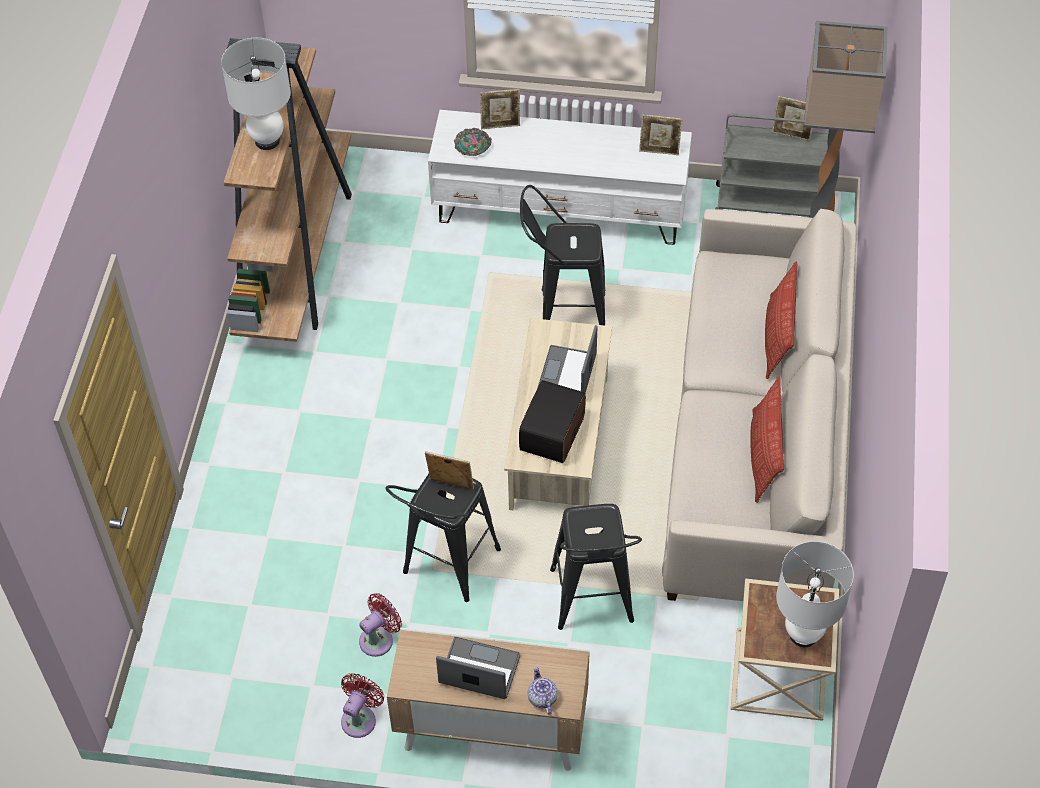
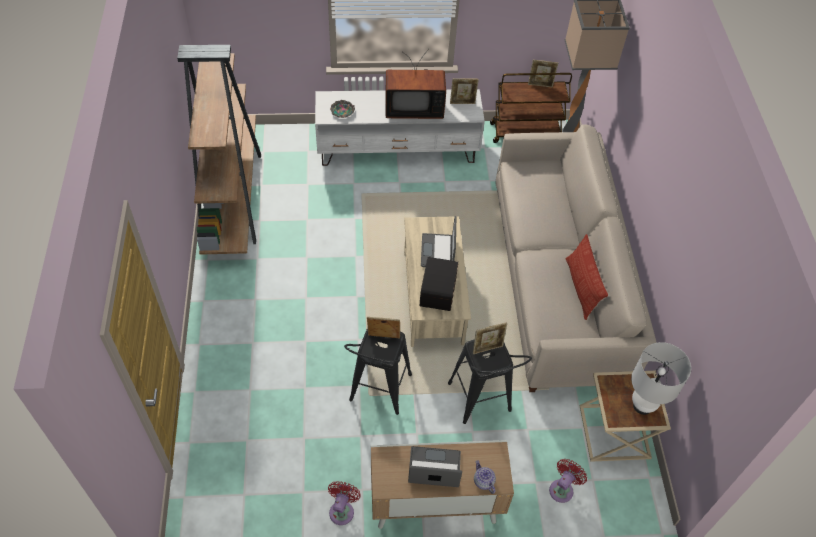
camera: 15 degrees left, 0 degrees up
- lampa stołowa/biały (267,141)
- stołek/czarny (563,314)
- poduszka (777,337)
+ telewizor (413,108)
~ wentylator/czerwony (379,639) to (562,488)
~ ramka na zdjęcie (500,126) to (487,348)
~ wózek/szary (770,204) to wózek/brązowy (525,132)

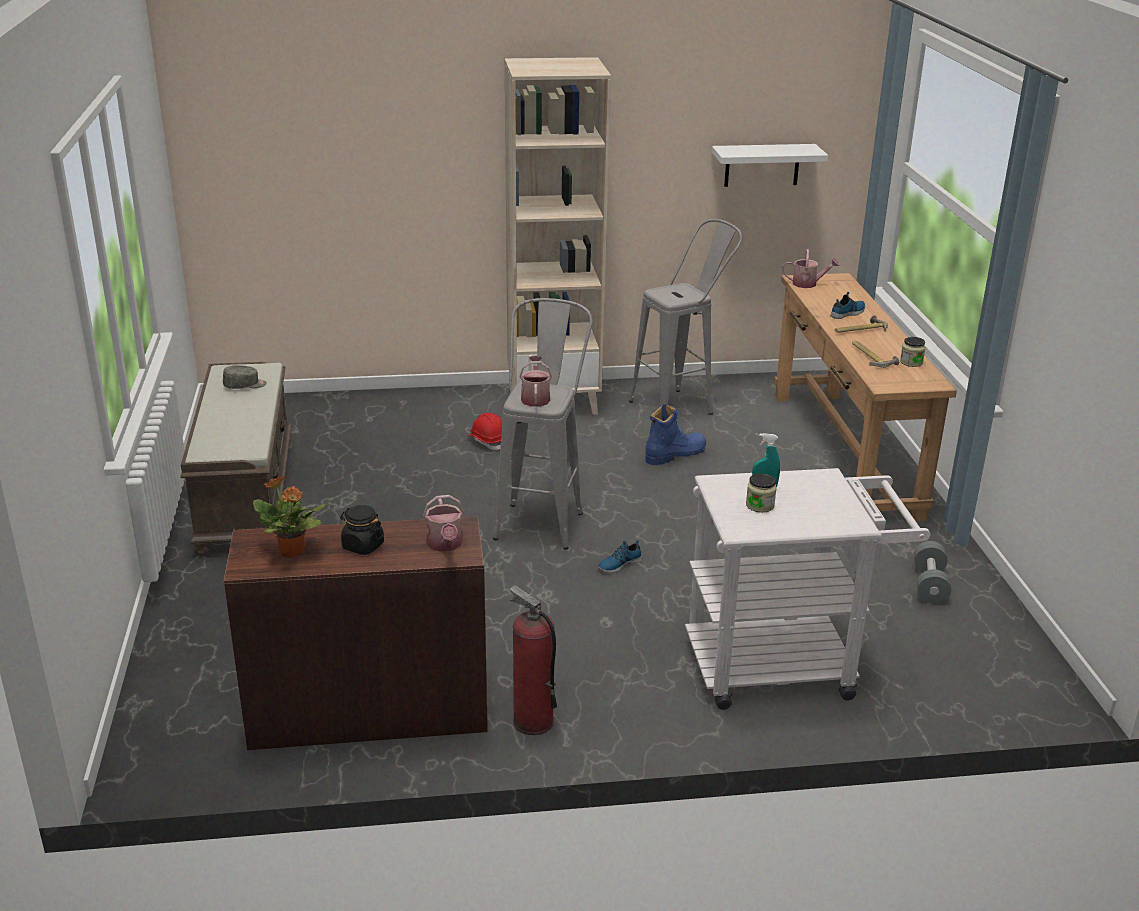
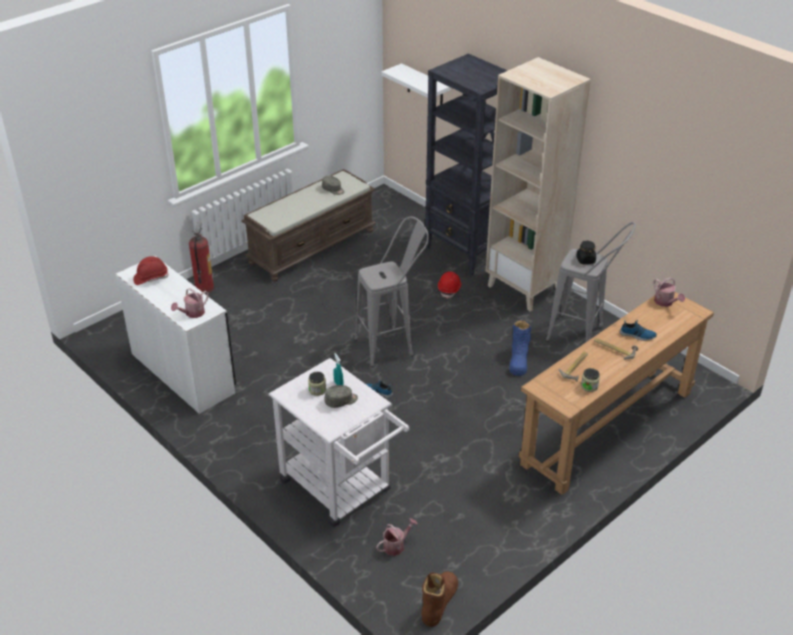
camera: 55 degrees right, 10 degrees up
- hantel/szary (929,585)
+ czapka z daszkiem/szary (341,401)
+ but z cholewką/brązowy (439,601)
+ regał/czarny (466,252)
~ słoik/czarny (362,546) to (585,260)
~ gaśnica (532,721) to (204,288)
~ konewka (535,398) to (396,545)
~ półka/biały (762,165) to (425,87)
~ roślina doniczkowa (292,551) to kask/czerwony (151,278)
~ biurko/brązowy (368,711) to biurko/biały (184,372)
~ but z cholewką/niebieski (675,454) = (518,360) 75 degrees clockwise

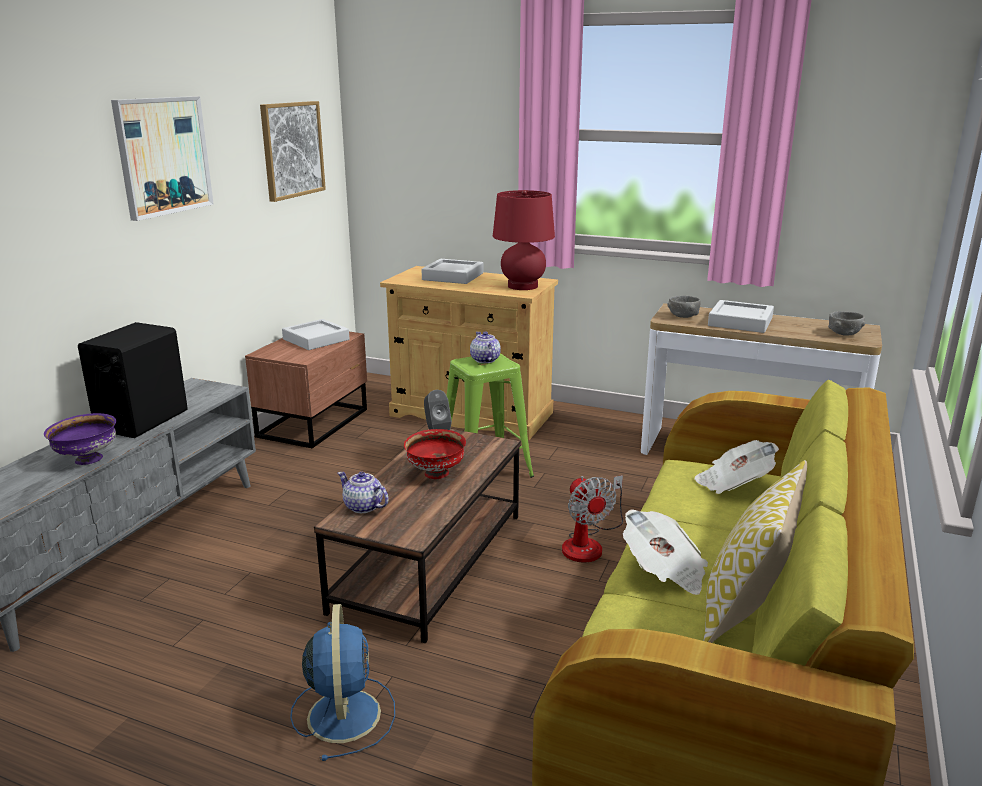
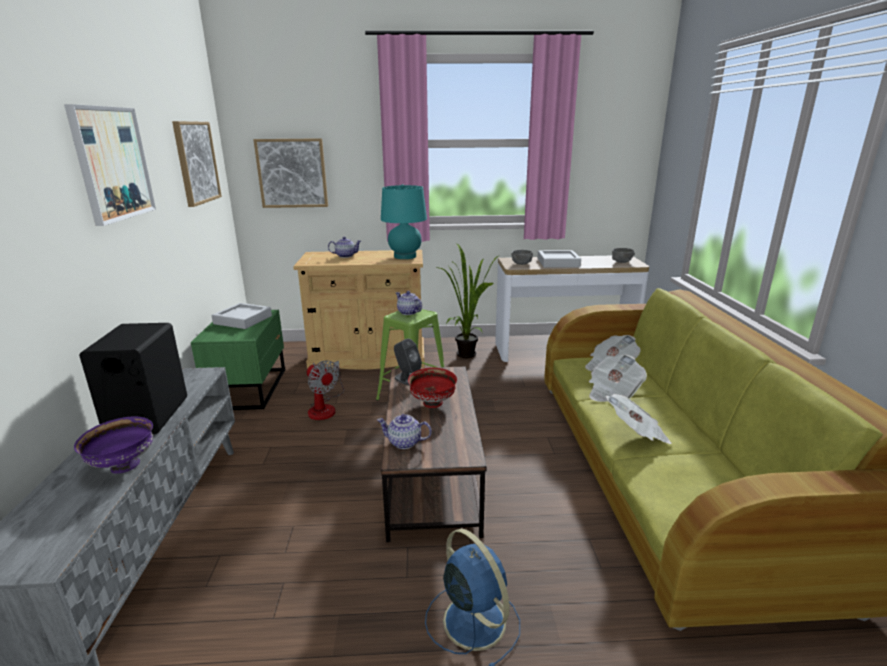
camera: 25 degrees left, 0 degrees up
- poduszka (747,610)
+ obraz (292,173)
+ roślina doniczkowa (467,353)
+ gazeta (612,392)
~ wentylator (588,543) to (325,407)
~ taca/szary (453,276) to imbryk (345,256)
~ szafka nocna/brązowy (316,423) to szafka nocna/zielony (250,388)
~ lampa stołowa/czerwony (522,286) to lampa stołowa/turkusowy (405,256)

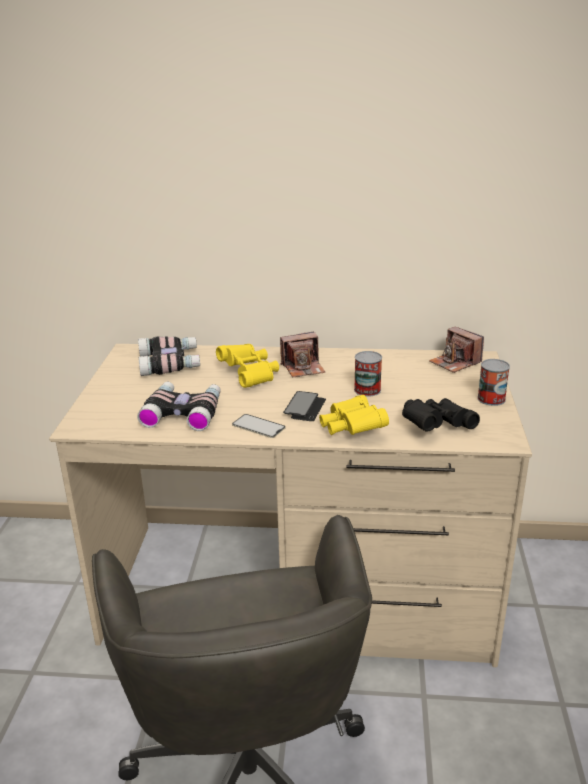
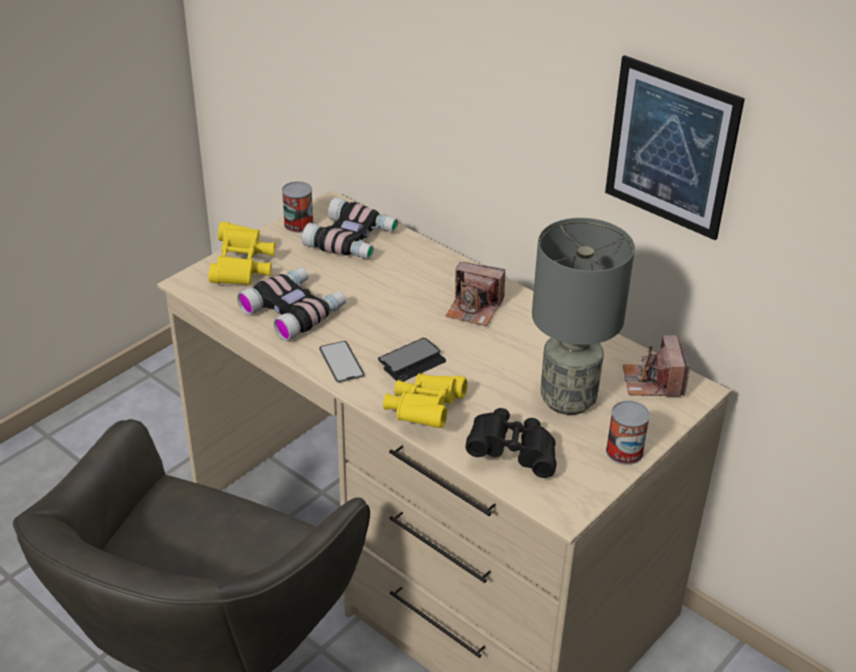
camera: 35 degrees right, 10 degrees up
+ lampa stołowa/szary (567,400)
+ obraz (671,147)
~ lornetka/żółty (250,375) to (242,268)
~ puszka (367,390) to (299,224)

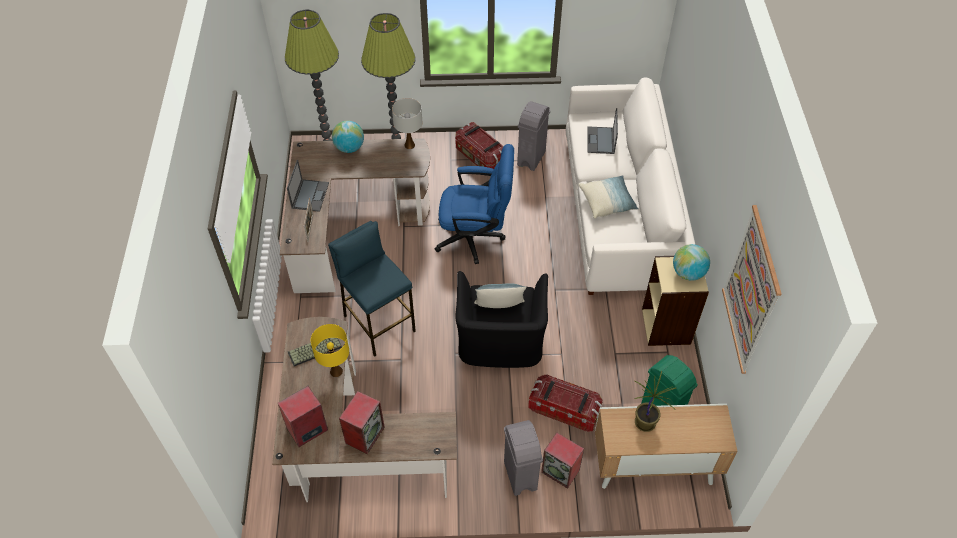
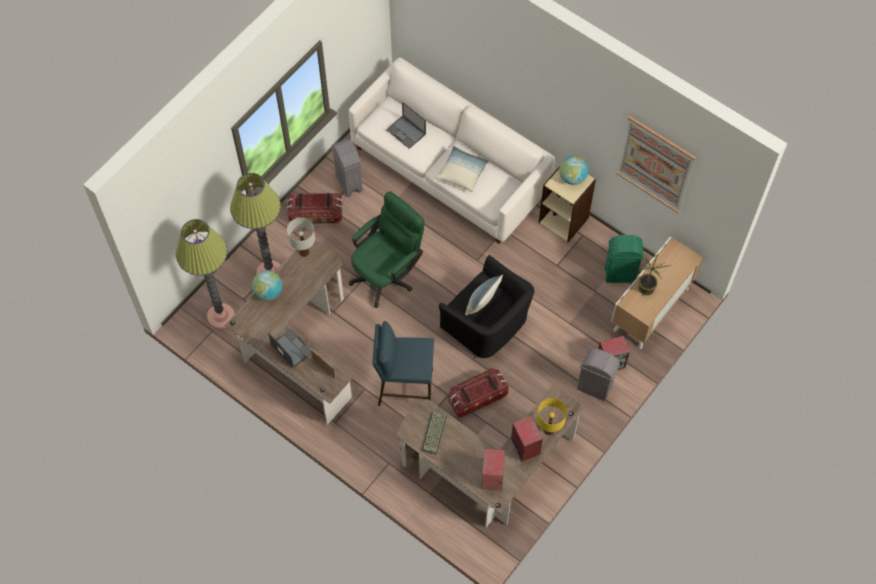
camera: 50 degrees left, 10 degrees up
~ lampa stołowa/żółty (336,371) to (548,430)
~ pojemnik do przechowywania (564,409) to (477,397)
~ krzesło biurowe/niebieski (475,238) to krzesło biurowe/zielony (387,274)

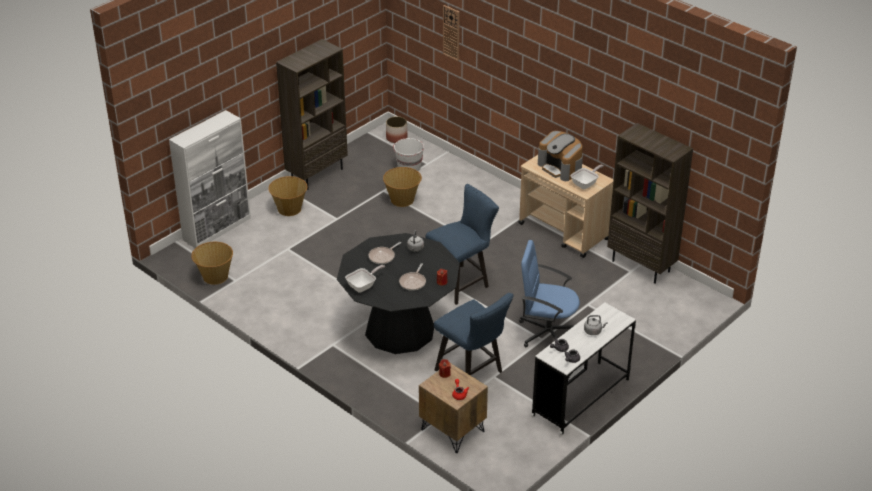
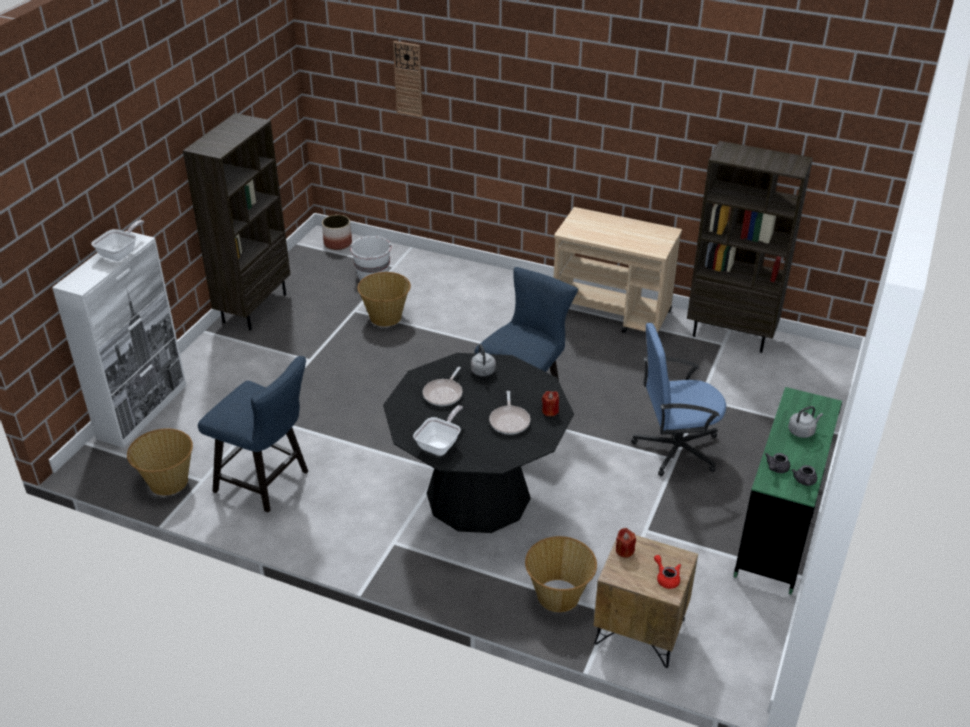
camera: 20 degrees left, 0 degrees up
- ekspres do kawy (560,168)
~ koszyk (289,209) to (558,596)
~ krzesło/niebieski (472,373) to (267,483)
~ patelnia (586,184) to (121,253)
~ biurko/biały (581,398) to biurko/zielony (778,530)

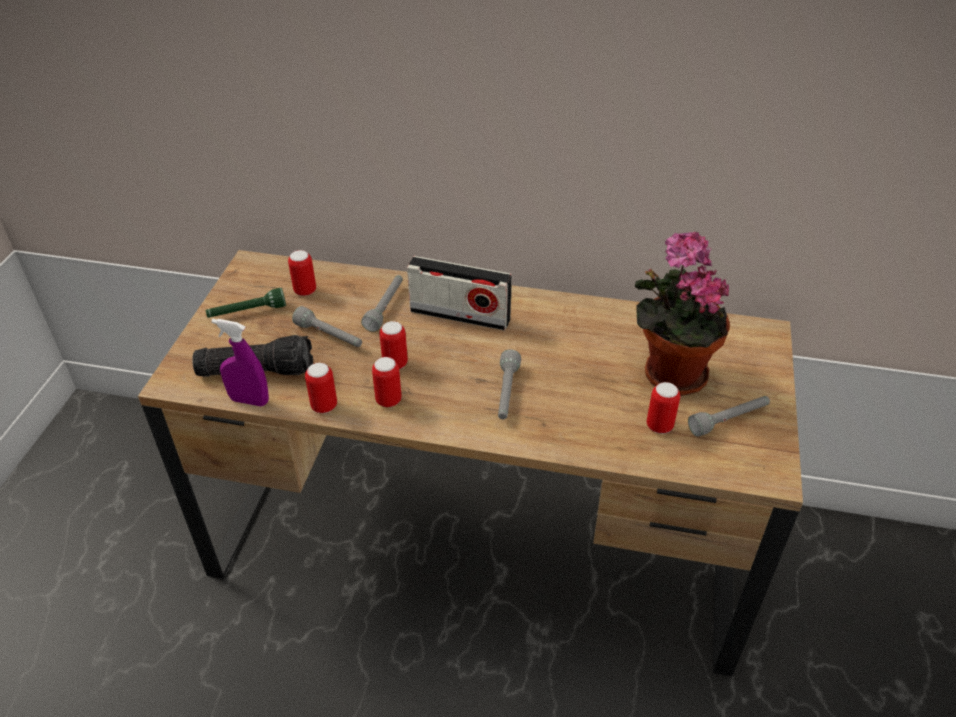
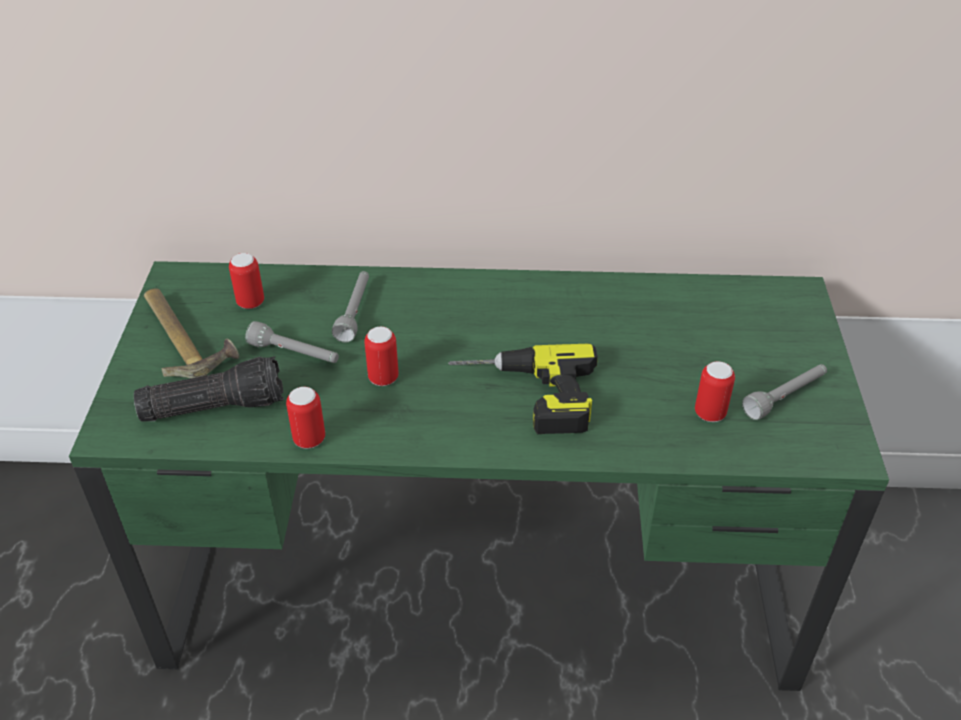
camera: 10 degrees left, 0 degrees up
- spryskiwacz/fioletowy (249,400)
- puszka (388,400)
- radio (460,315)
- roślina doniczkowa (669,372)
~ latarka/zielony (247,312) to młotek (184,336)
~ latarka/szary (506,393) to wiertarka (525,397)
~ biurko/brązowy (478,538) to biurko/zielony (480,575)

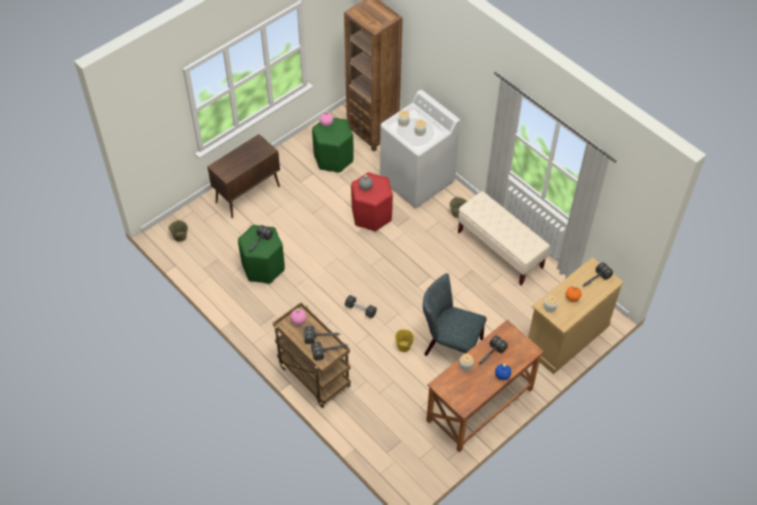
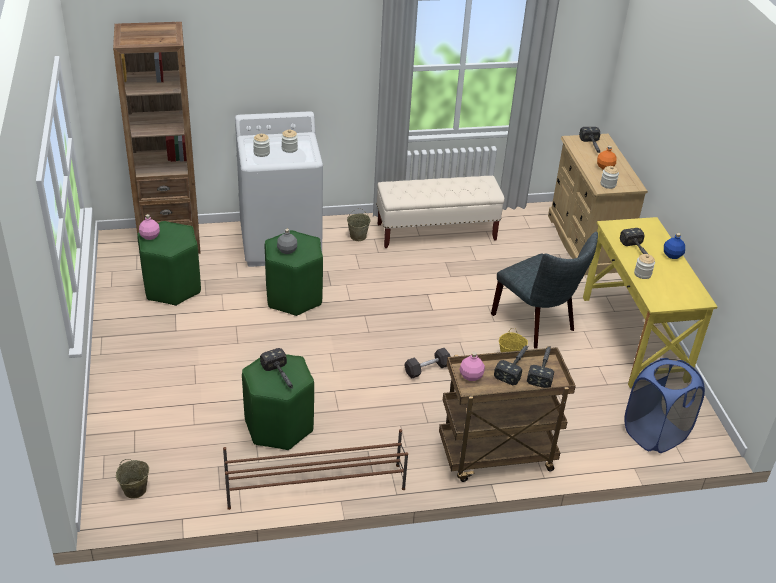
camera: 60 degrees left, 15 degrees down
- szafka/brązowy (248,194)
+ regał na buty/brązowy (314,486)
+ kosz na pranie/niebieski (655,434)
~ stołek/czerwony (372,215) to stołek/zielony (294,297)
~ biurko/brązowy (480,405) to biurko/żółty (634,338)
~ krzesło/szary (449,346) = (537,324) 90 degrees counterclockwise

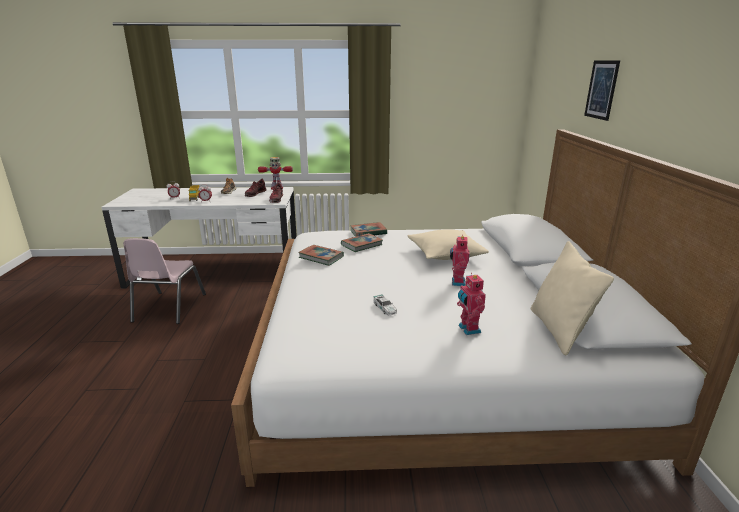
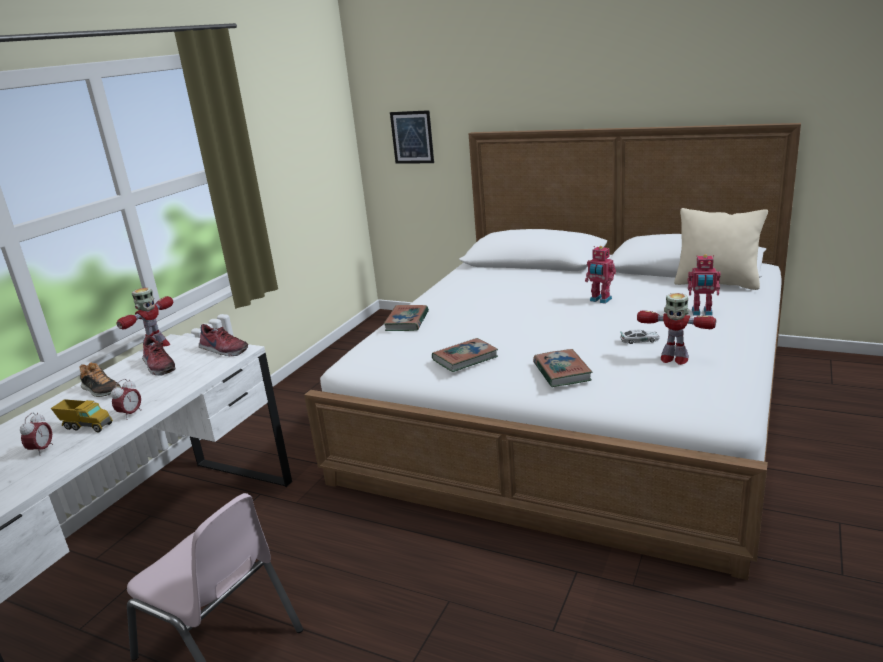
camera: 60 degrees left, 0 degrees up
- poduszka/beżowy (445,254)
+ robot zabawkowy (673,359)
~ książka (362,245) to (561,372)
~ obraz (601,89) to (412,137)

